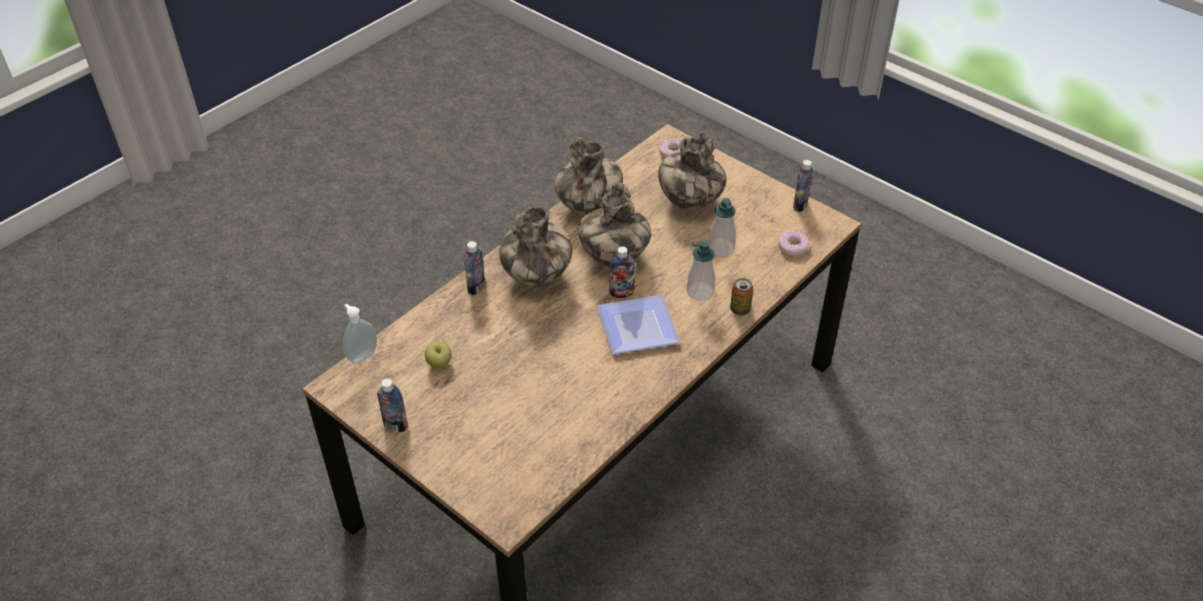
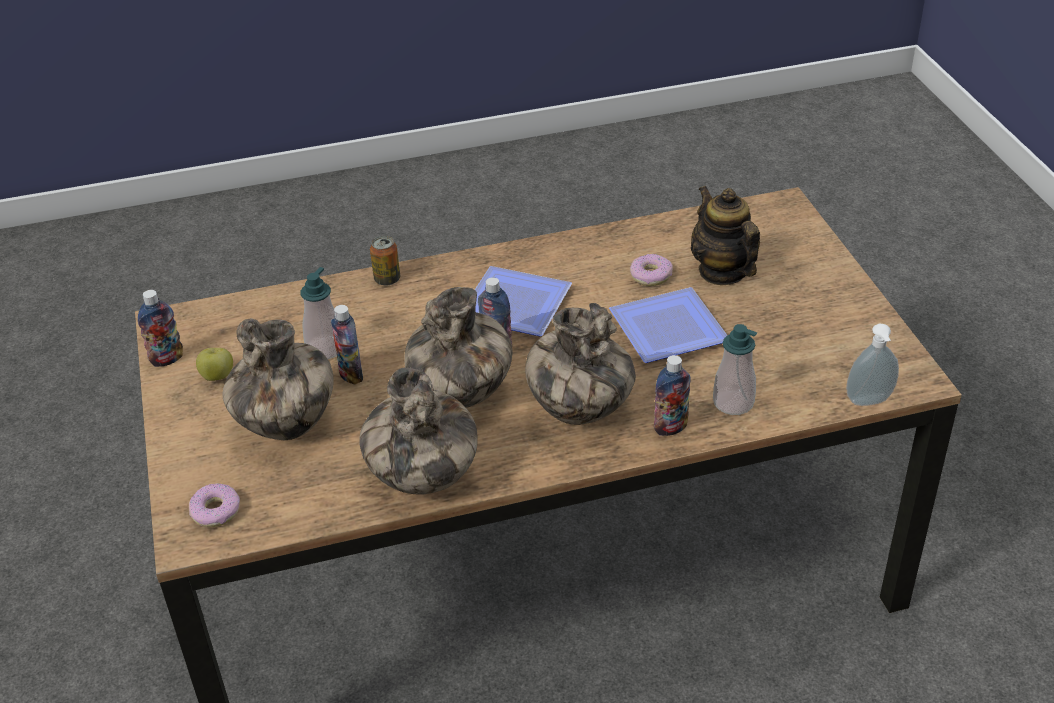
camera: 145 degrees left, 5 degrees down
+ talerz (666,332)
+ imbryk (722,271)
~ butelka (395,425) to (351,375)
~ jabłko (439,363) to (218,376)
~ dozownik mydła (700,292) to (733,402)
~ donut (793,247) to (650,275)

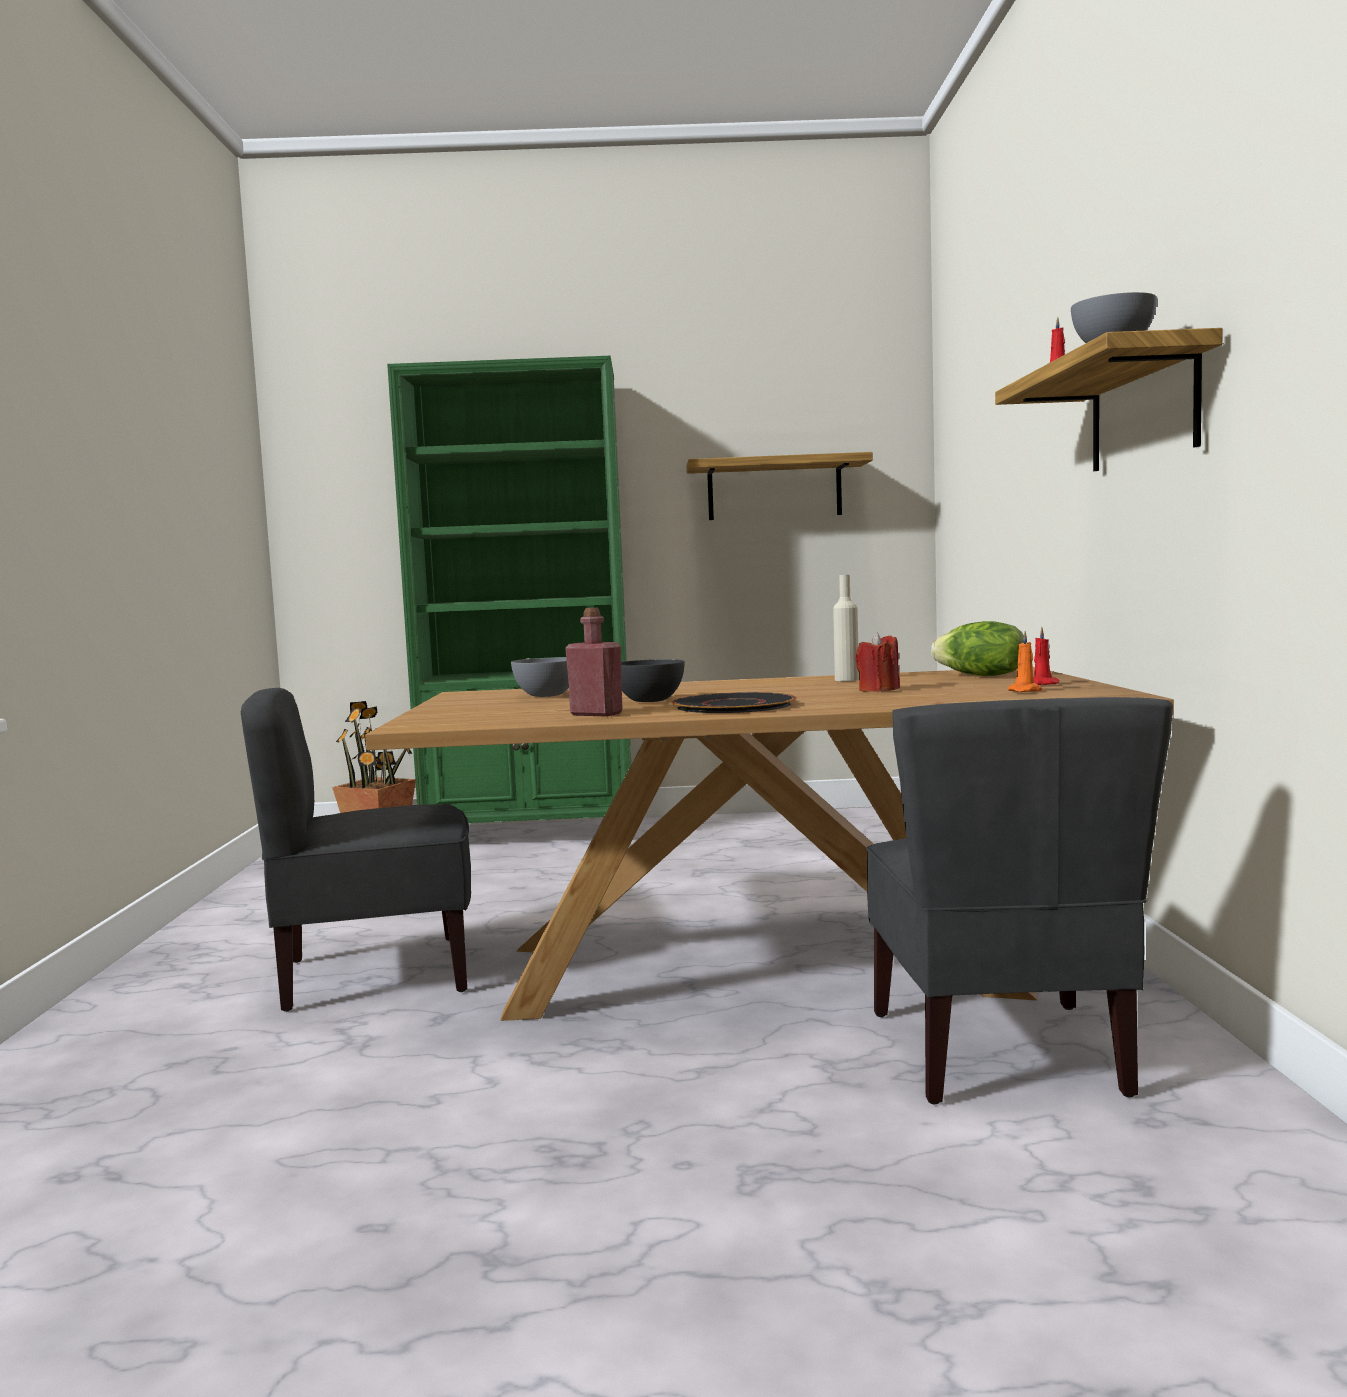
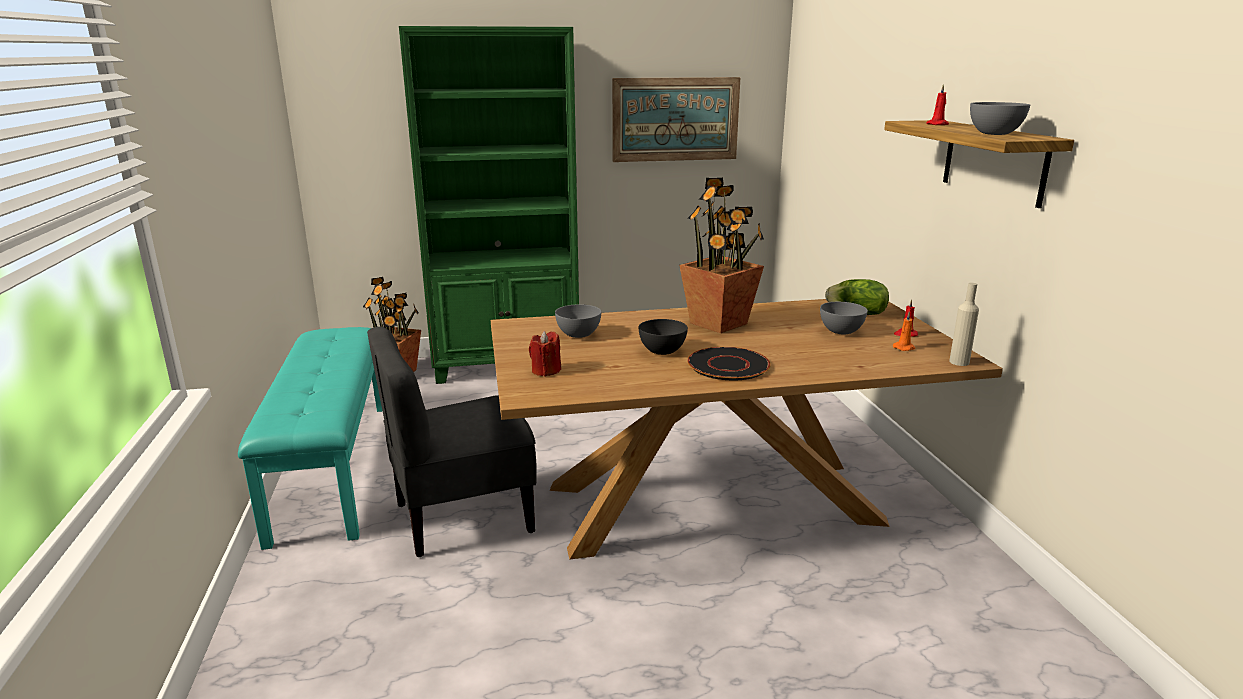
camera: 10 degrees left, 15 degrees up
- butelka/czerwony (596,714)
- krzesło/szary (1000,1052)
+ ławka/turkusowy (332,467)
+ roślina doniczkowa (719,323)
+ miska/szary (840,331)
~ butelka/beżowy (847,680) to (959,362)
~ świeca/czerwony (878,690) to (546,371)
~ półka (774,489) to obraz (675,119)

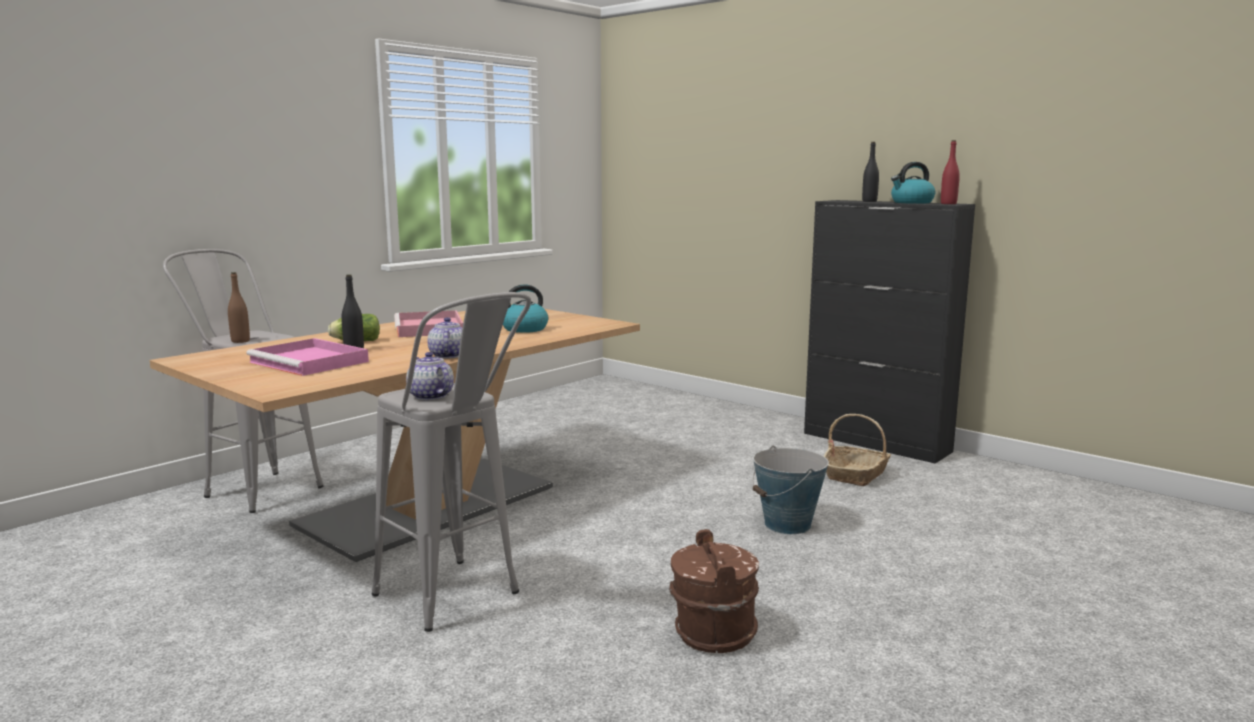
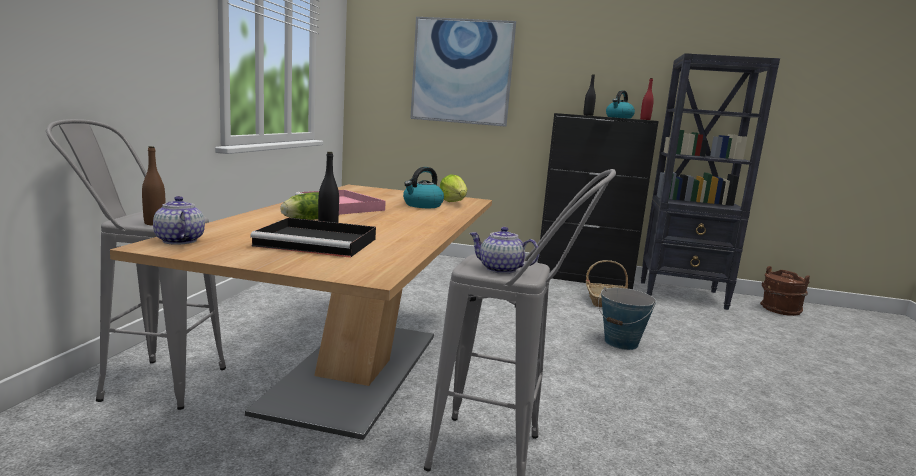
camera: 30 degrees left, 0 degrees up
+ obraz (462,72)
+ sałata (453,202)
+ regał/czarny (683,295)
~ imbryk (447,355) to (179,241)
~ wiadro/brązowy (713,633) to (779,310)
~ taca/różowy (311,362) to taca/czarny (319,242)

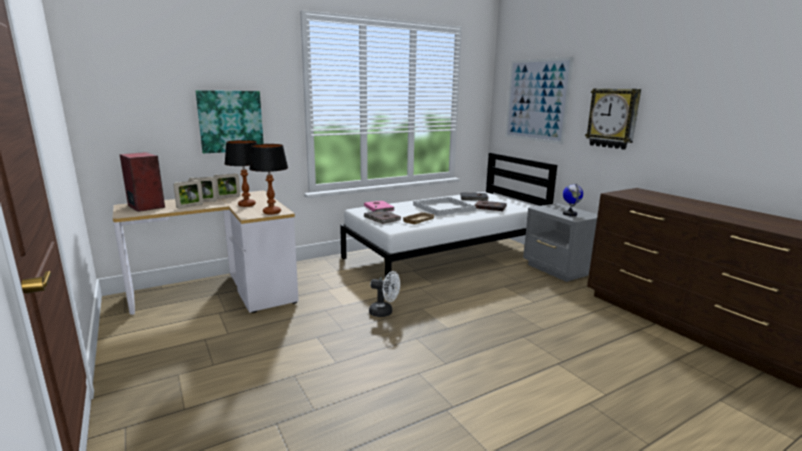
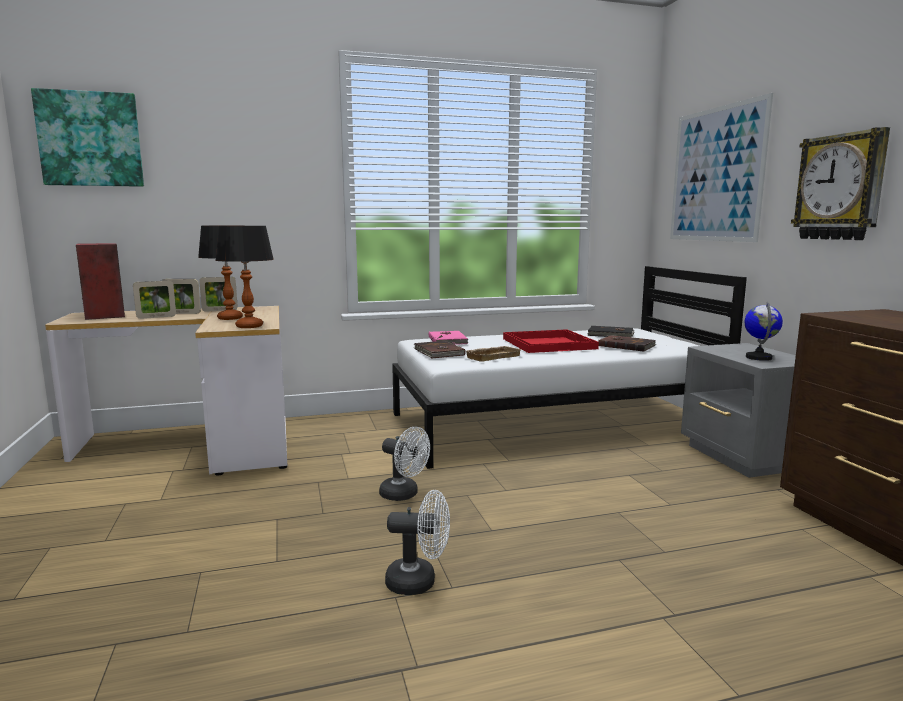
camera: 15 degrees right, 5 degrees down
+ wentylator/biały (419,582)
~ obraz (230,121) to (90,139)
~ taca/biały (444,207) to taca/czerwony (549,343)

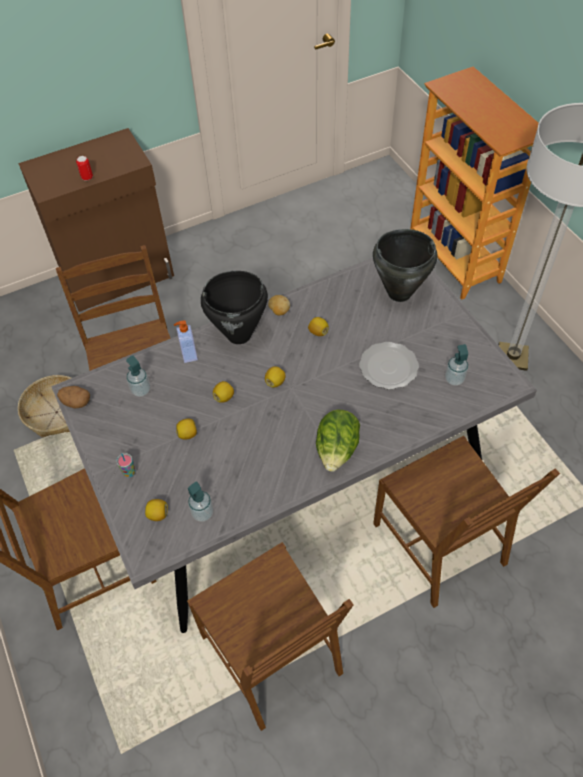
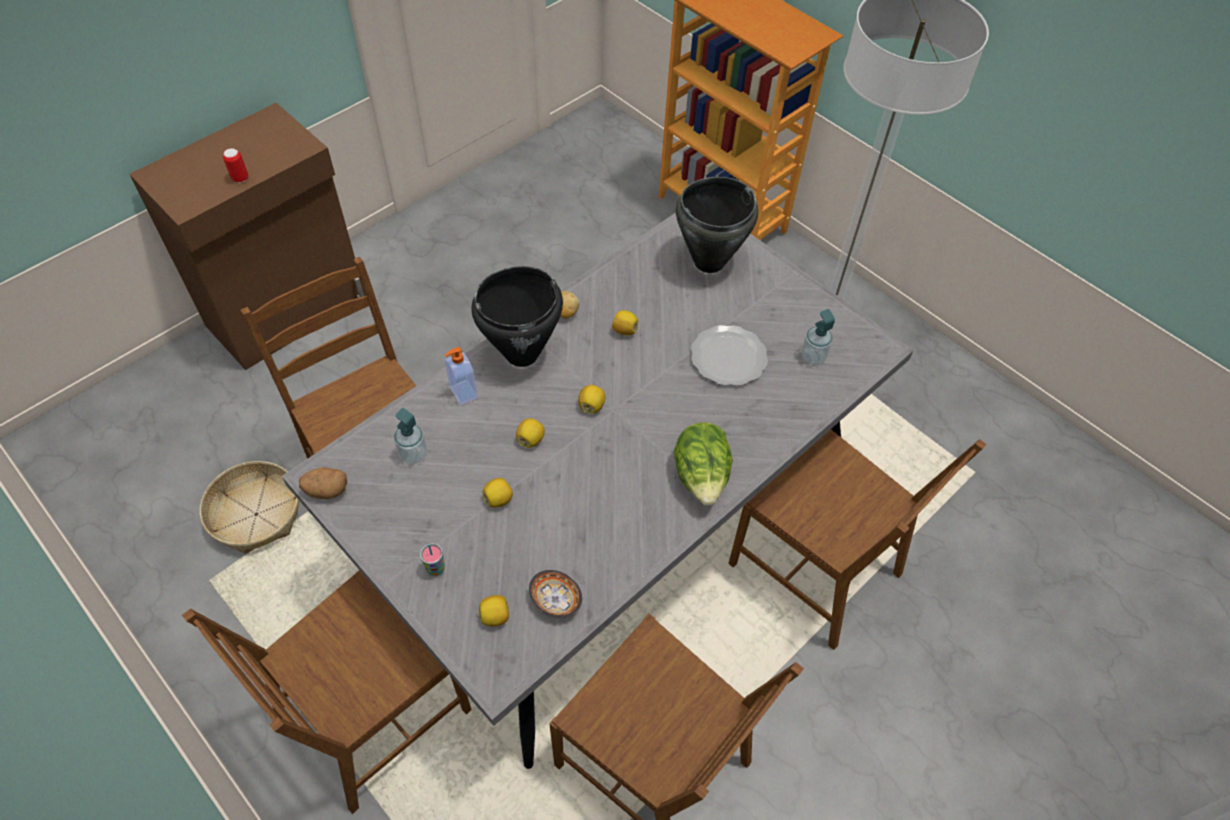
camera: 20 degrees left, 0 degrees up
~ dozownik mydła (202,513) to miska (555,600)

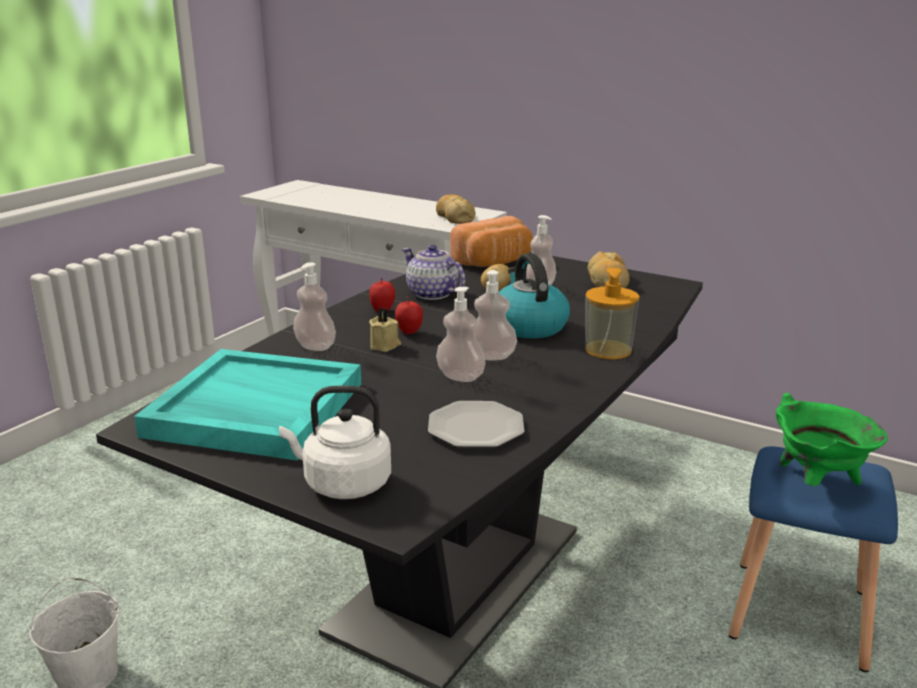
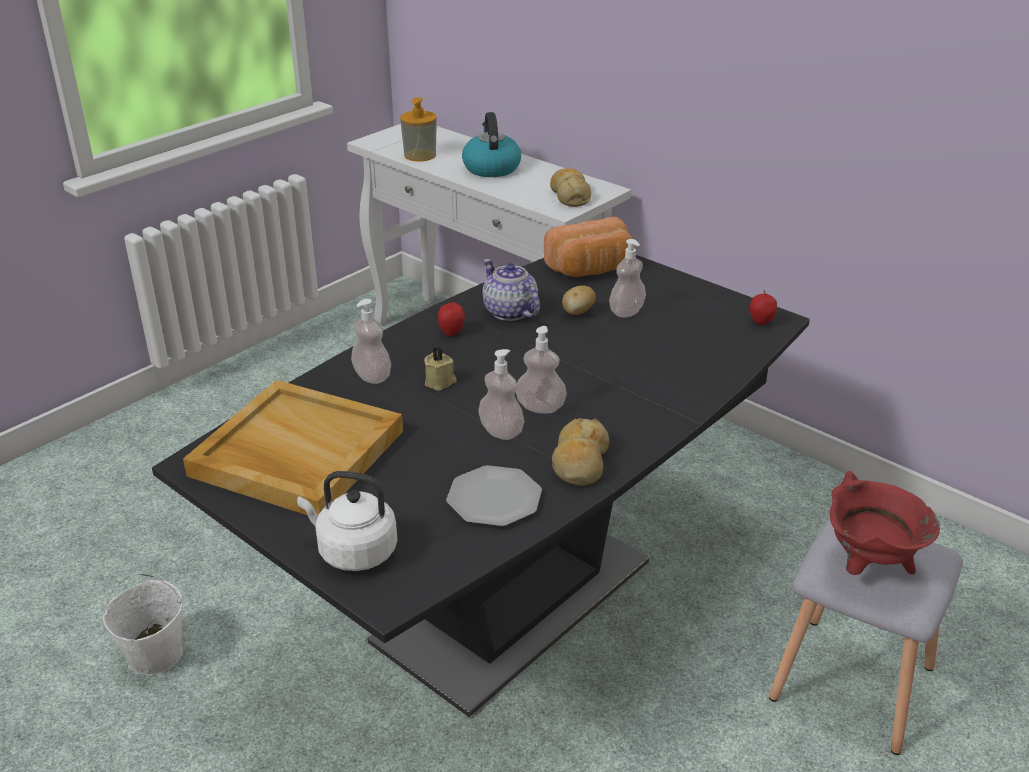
camera: 10 degrees right, 10 degrees up
~ jabłko (409,332) to (761,323)
~ czajnik (528,326) to (491,168)
~ dozownik mydła (608,350) to (420,155)
~ chleb (607,281) to (580,463)
~ taca/turkusowy (254,410) to taca/beżowy (295,453)
~ stołek/niebieski (800,615) to stołek/szary (853,685)
~ garnek/zielony (817,483) to garnek/czerwony (869,567)

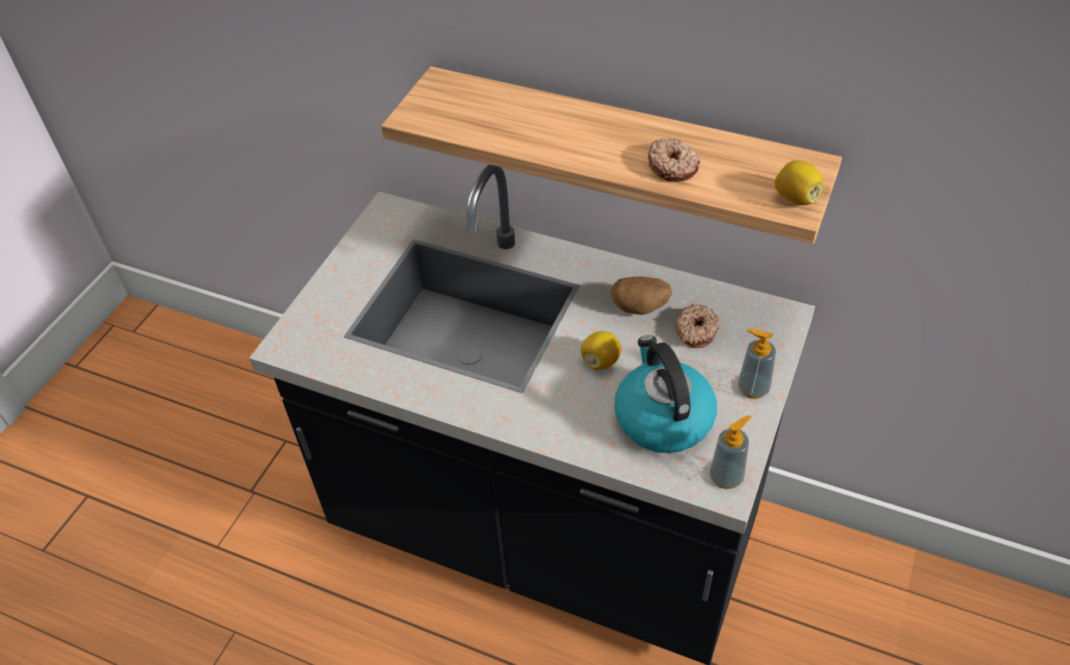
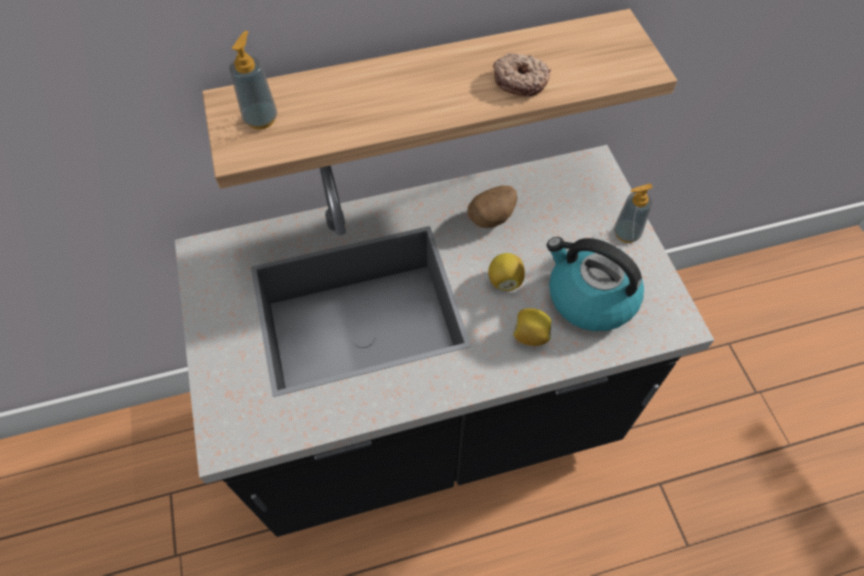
camera: 40 degrees left, 10 degrees up
- donut (695,331)
~ dozownik mydła (726,477) to (261,118)
~ cytryna (795,198) to (530,335)

